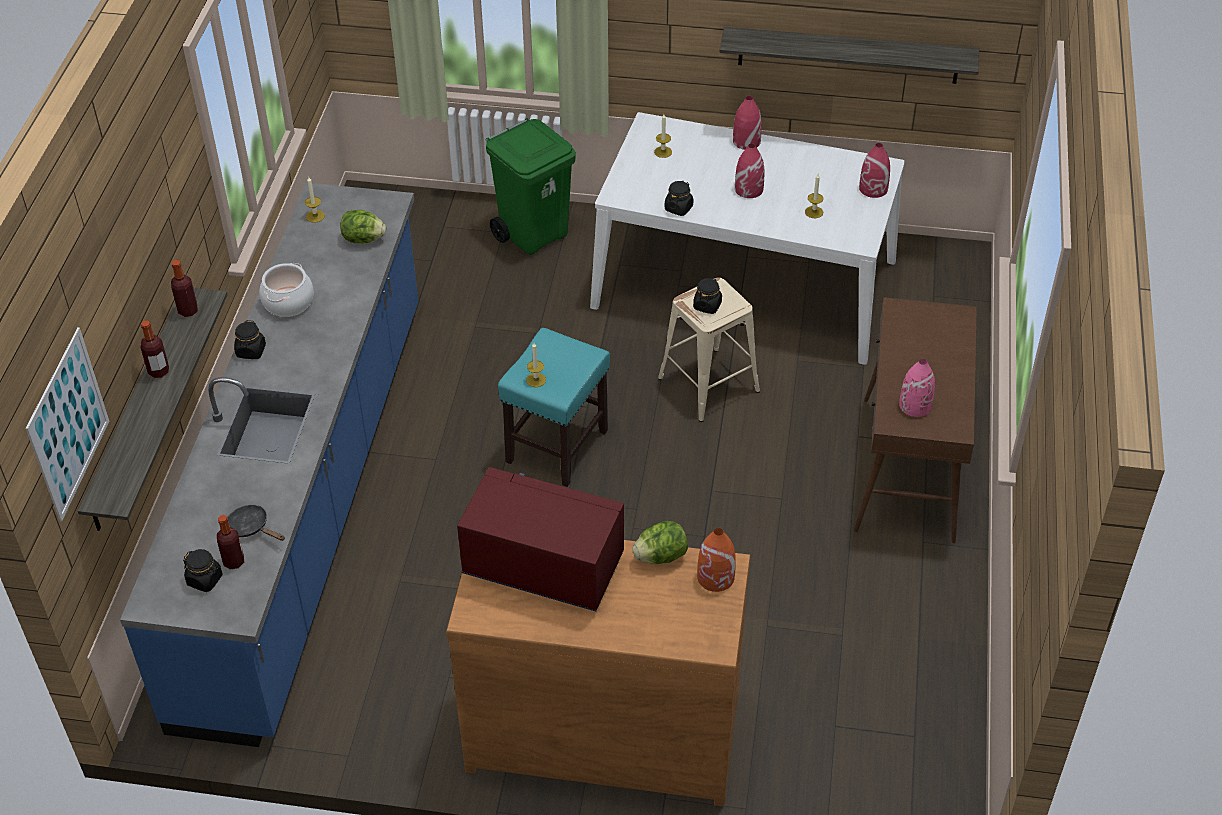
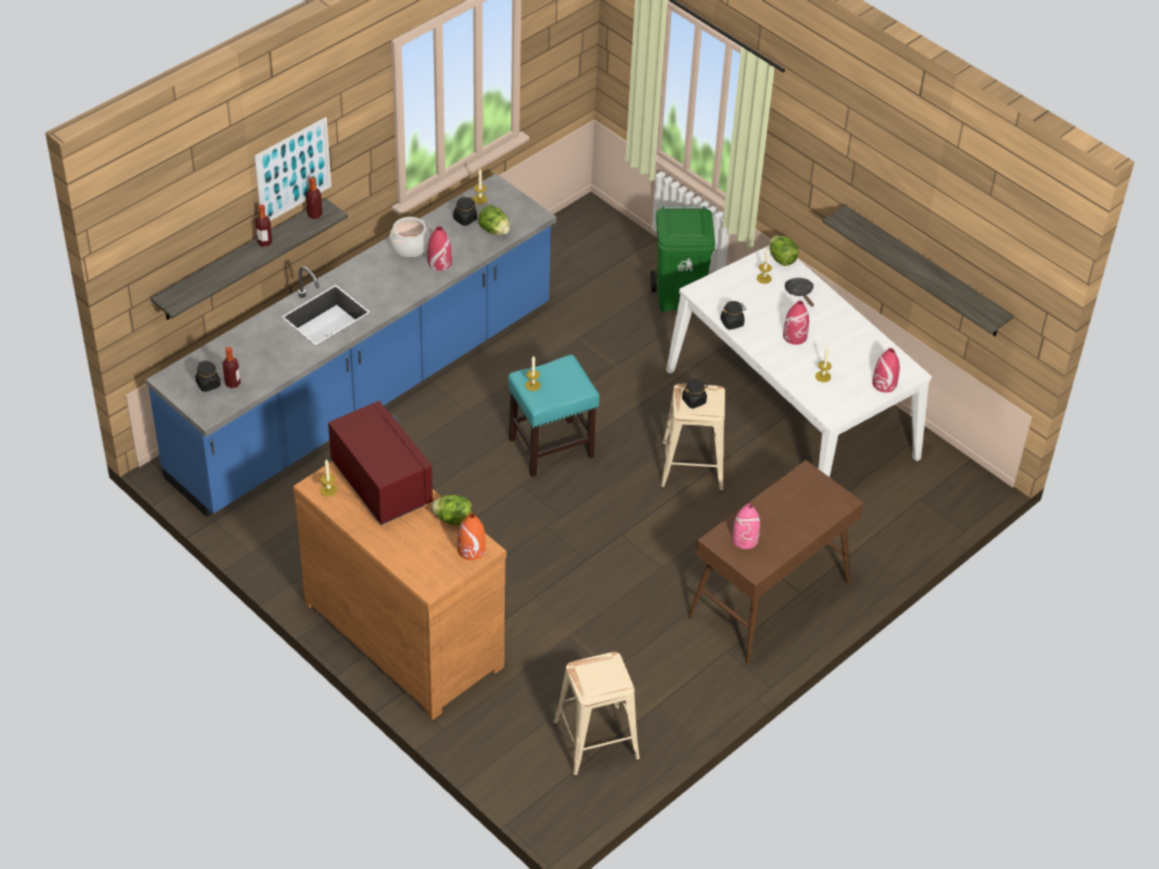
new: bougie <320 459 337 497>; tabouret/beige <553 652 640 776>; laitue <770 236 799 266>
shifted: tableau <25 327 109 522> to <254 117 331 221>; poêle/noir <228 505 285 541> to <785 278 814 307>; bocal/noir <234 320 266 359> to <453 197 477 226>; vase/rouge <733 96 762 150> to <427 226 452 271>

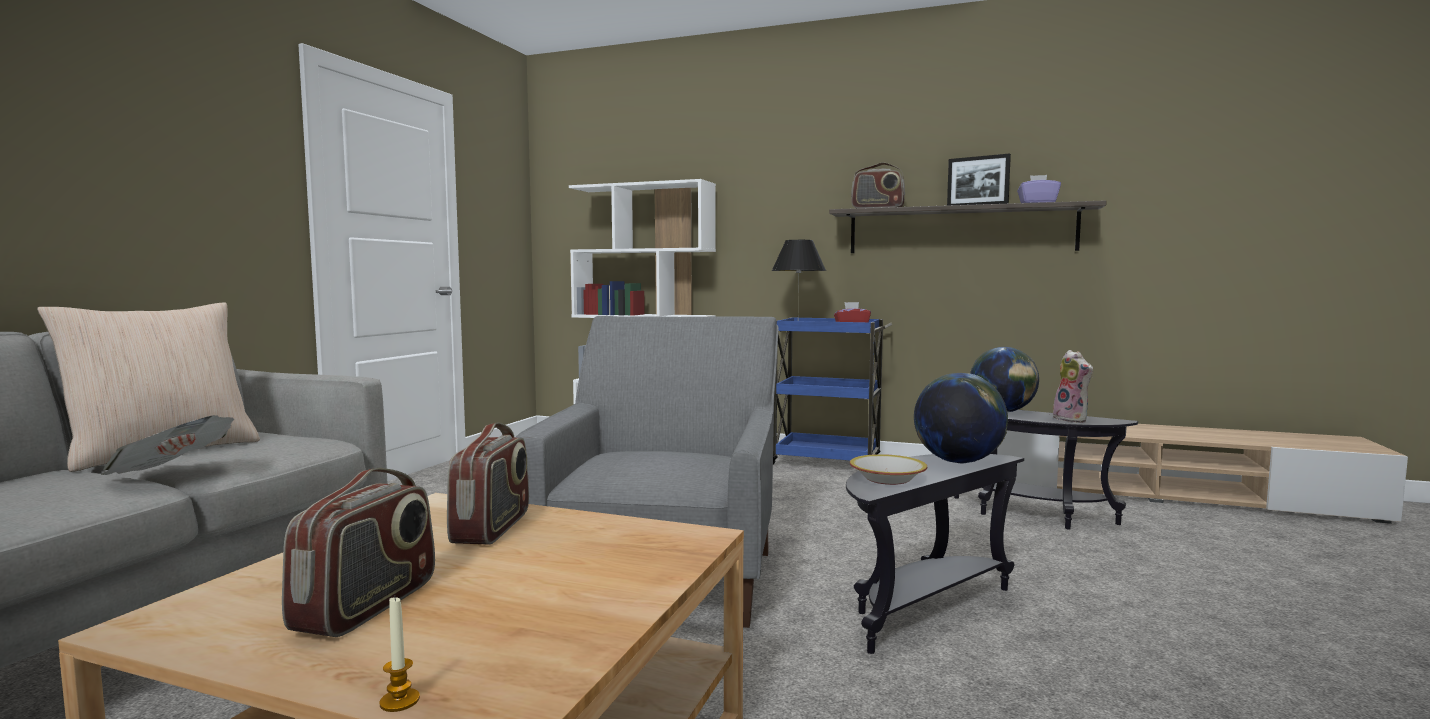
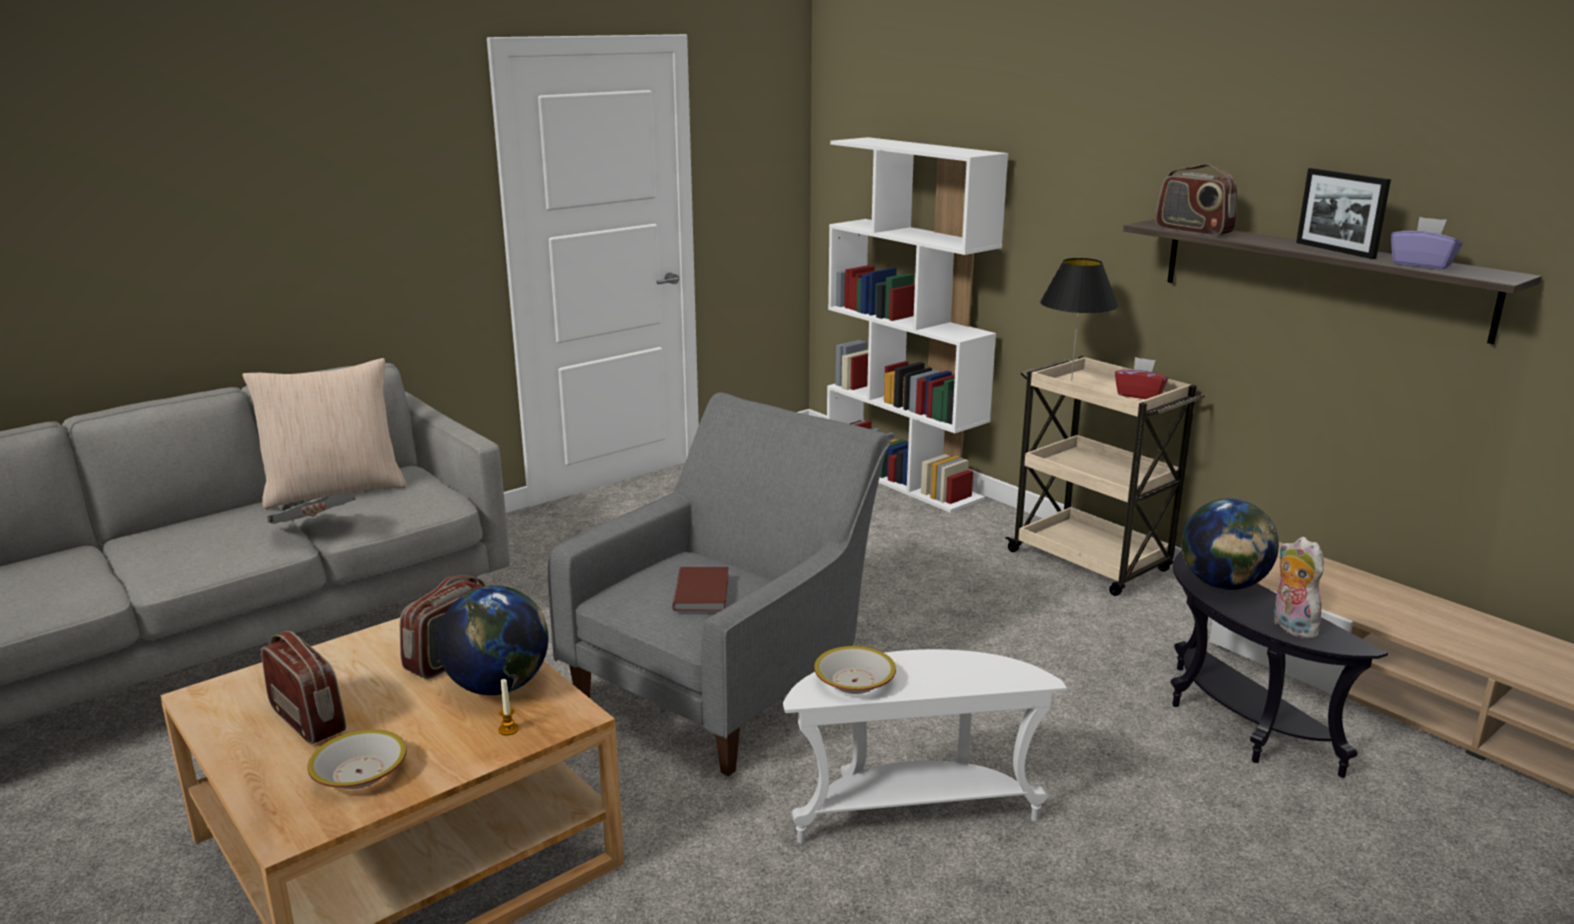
new: bol <308 729 407 789>; livre/marron <672 567 729 611>
shifted: bougie <380 597 420 712> to <498 678 519 736>; globe <914 373 1008 464> to <437 585 549 695>
repainted: chariot/bleu <773 317 892 465> to chariot/beige <1005 356 1205 596>; table d'appoint/noir <846 454 1024 654> to table d'appoint/blanc <783 649 1067 843>
rotated: radio <282 468 435 637> = <261 631 346 745> 90 degrees counterclockwise; peluche <1053 350 1093 423> = <1274 537 1324 639> 150 degrees clockwise

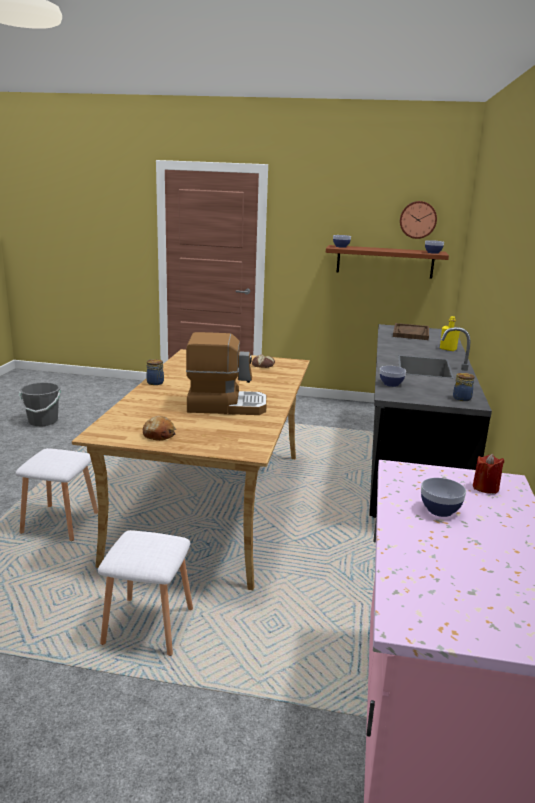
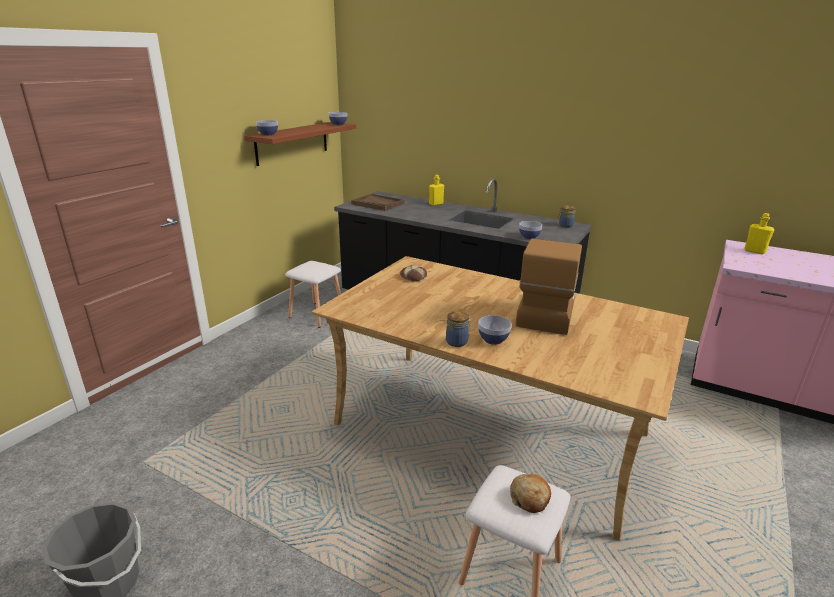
gone: horloge murale <400 201 437 239>
shifted: tabouret/blanc <98 530 193 656> to <285 261 341 328>; pain <143 416 176 441> to <510 474 551 513>; bol <421 478 466 517> to <478 315 512 345>
swapped: bougie/rouge <473 454 504 494> to bouteille/jaune <744 213 774 254>

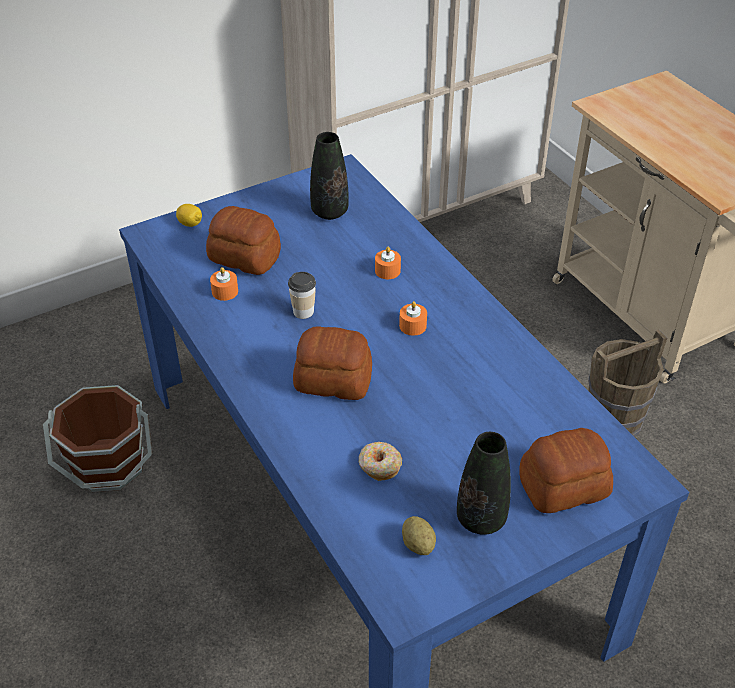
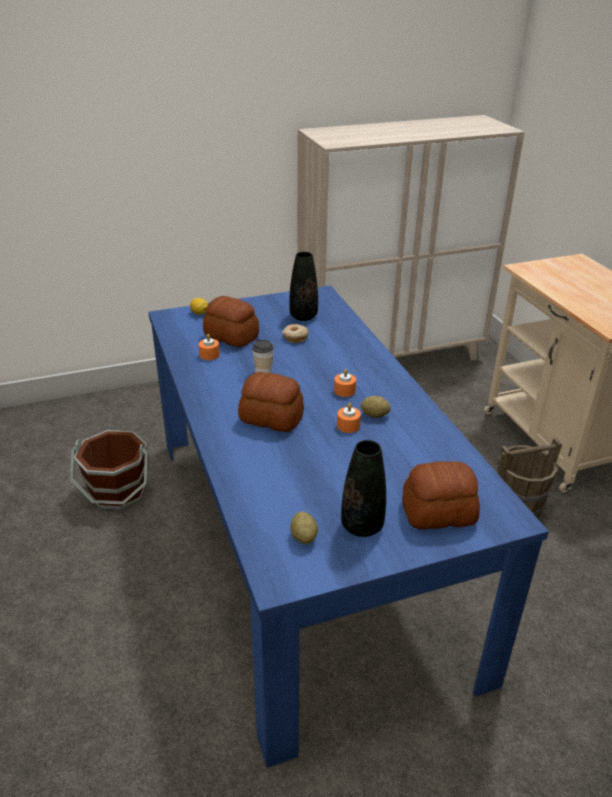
new: pomme de terre <361 396 391 418>
shifted: beignet <359 442 402 481> to <282 324 309 343>; bougie/orange <375 247 401 279> to <337 403 361 433>

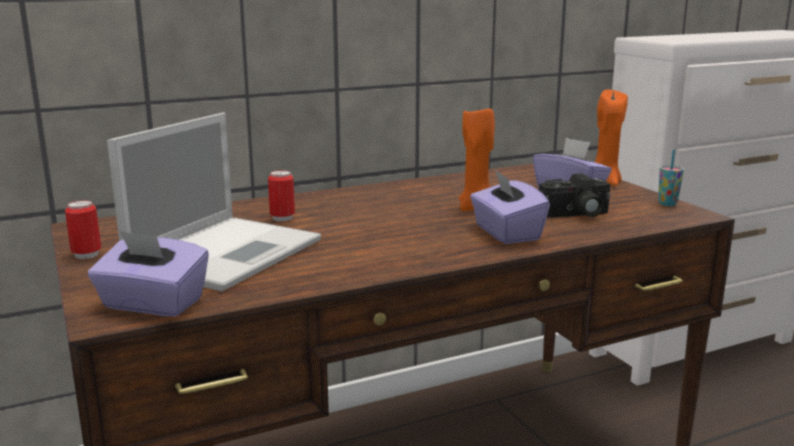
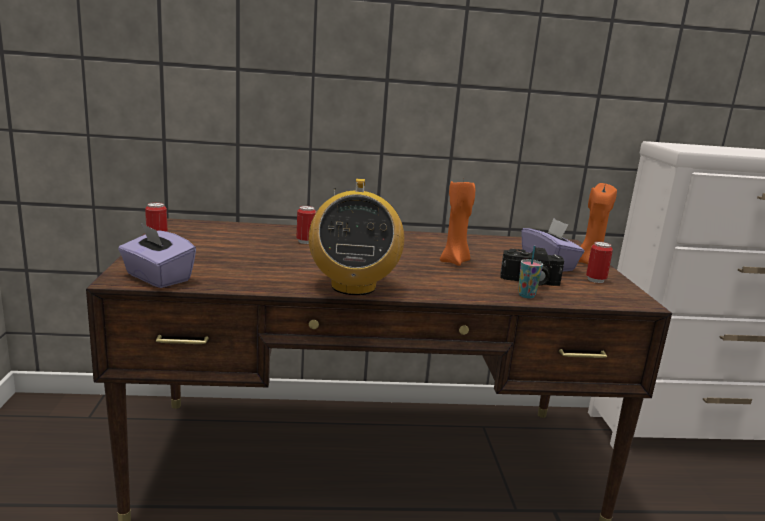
gone: ordinateur portable <107 112 321 292>; boîte à mouchoirs/violet <470 170 550 244>
new: radio <309 179 404 295>; boîte métallique <586 241 613 283>
shifted: tasse <658 149 684 206> to <518 245 543 299>

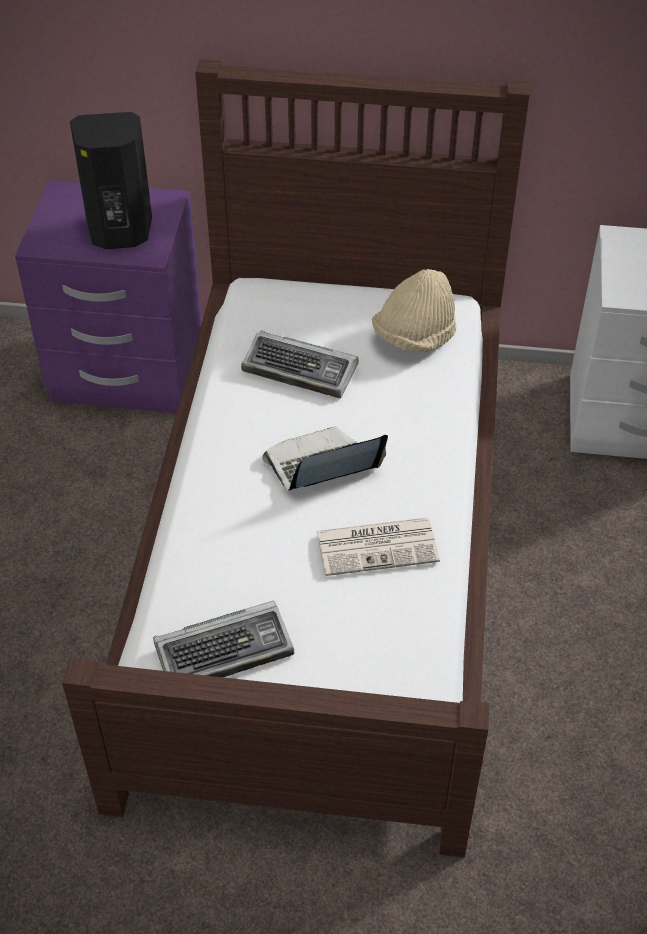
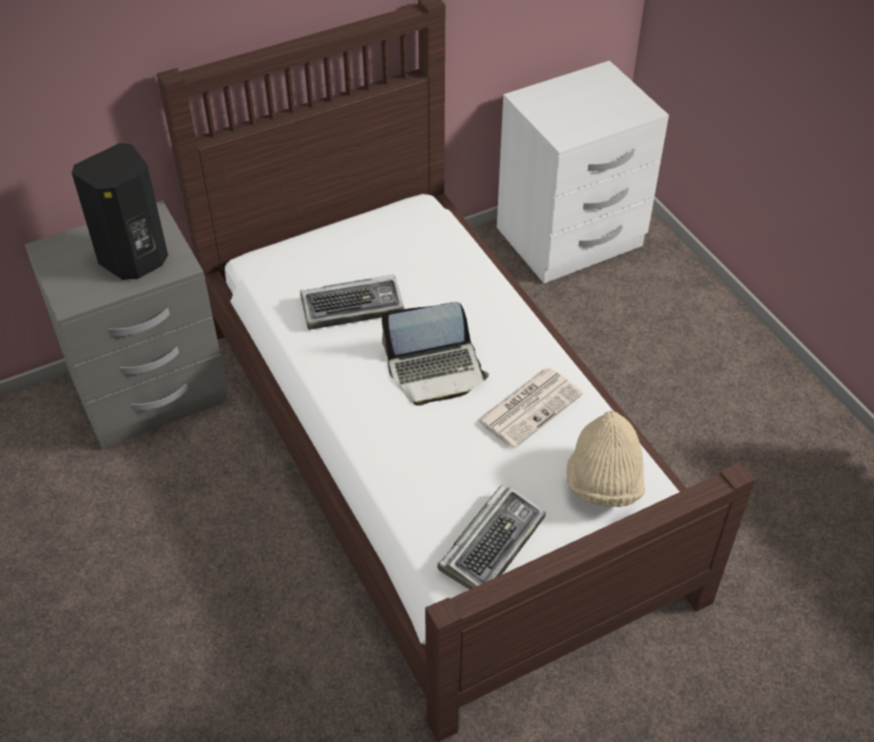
shifted: chapeau/beige <372 269 456 353> to <566 411 645 507>
repainted: table de chevet/violet <15 180 202 413> to table de chevet/gris <24 200 229 449>
rotated: ordinateur portable <262 426 388 491> = <381 302 489 406> 135 degrees counterclockwise

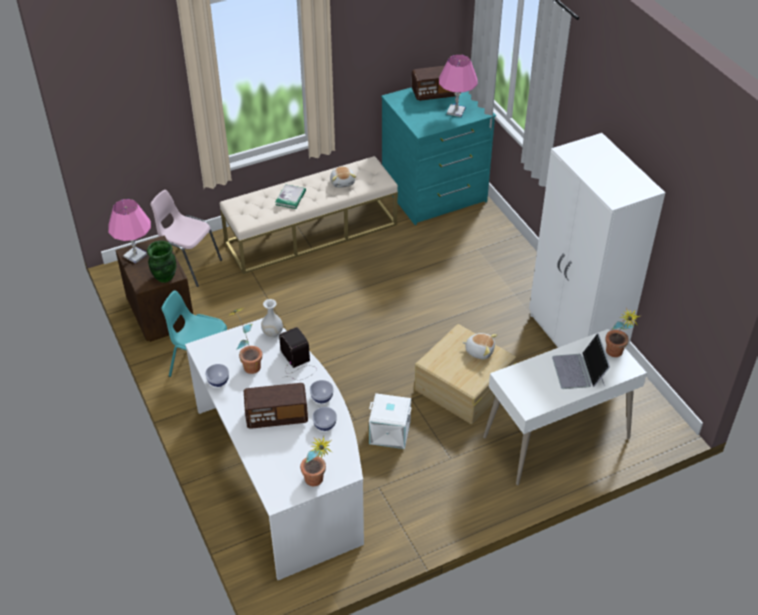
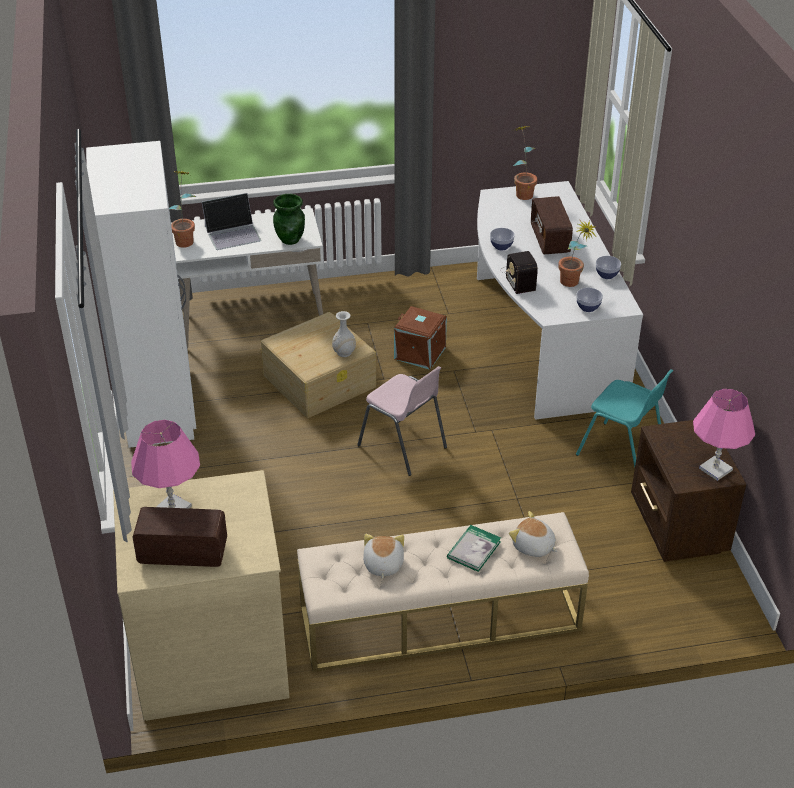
shifted: vase/vert <147 241 176 283> to <273 194 305 245>; chaise/rose <150 190 222 287> to <357 366 447 476>; vase/blanc <261 299 283 338> to <332 311 356 357>; bol <312 407 337 431> to <576 288 603 312>; peluche <462 333 497 359> to <509 511 557 557>
repainted: boîte de rangement/blanc <369 393 412 449> to boîte de rangement/marron <394 306 447 370>; commode/turquoise <381 87 497 225> to commode/beige <113 470 290 721>
rotated: radio <244 383 308 429> = <531 196 573 254> 105 degrees counterclockwise; ordinateur portable <552 333 610 389> = <202 193 261 250> 60 degrees clockwise

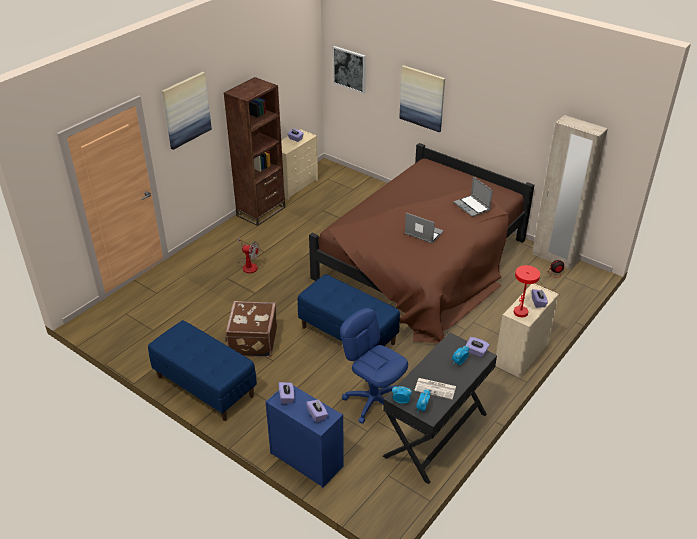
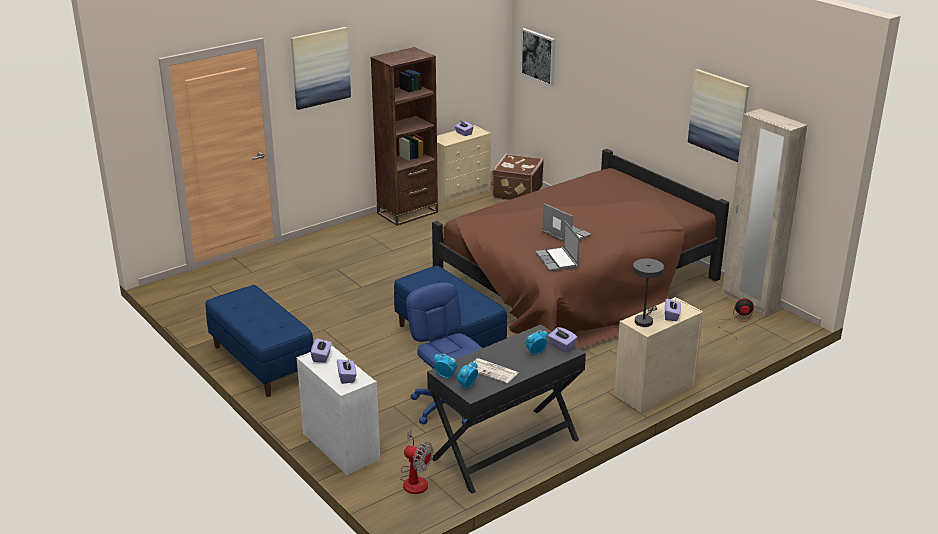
shifted: valise/marron <225 301 277 357> to <491 154 544 200>; ventilateur <238 237 259 273> to <400 430 434 494>; tableau <399 65 445 132> to <688 69 749 162>; ordinateur portable <454 176 493 217> to <535 220 580 271>
repainted: commode/bleu <266 382 344 488> to commode/blanc <297 345 381 475>; lampe de table/rouge <514 265 540 317> to lampe de table/gris <633 258 664 327>

